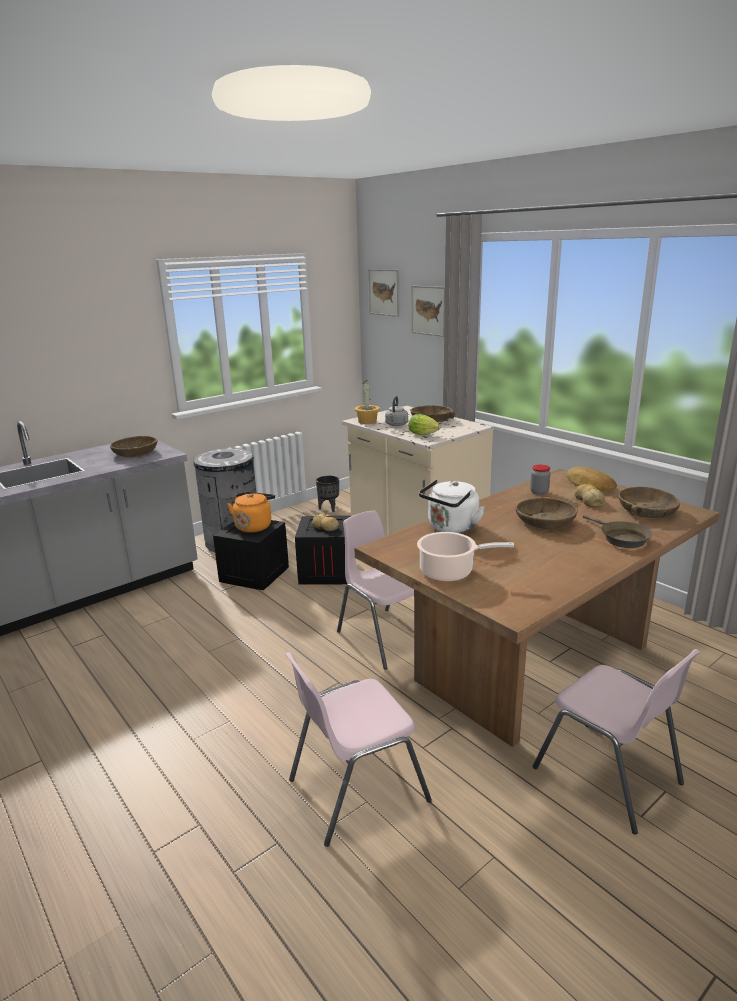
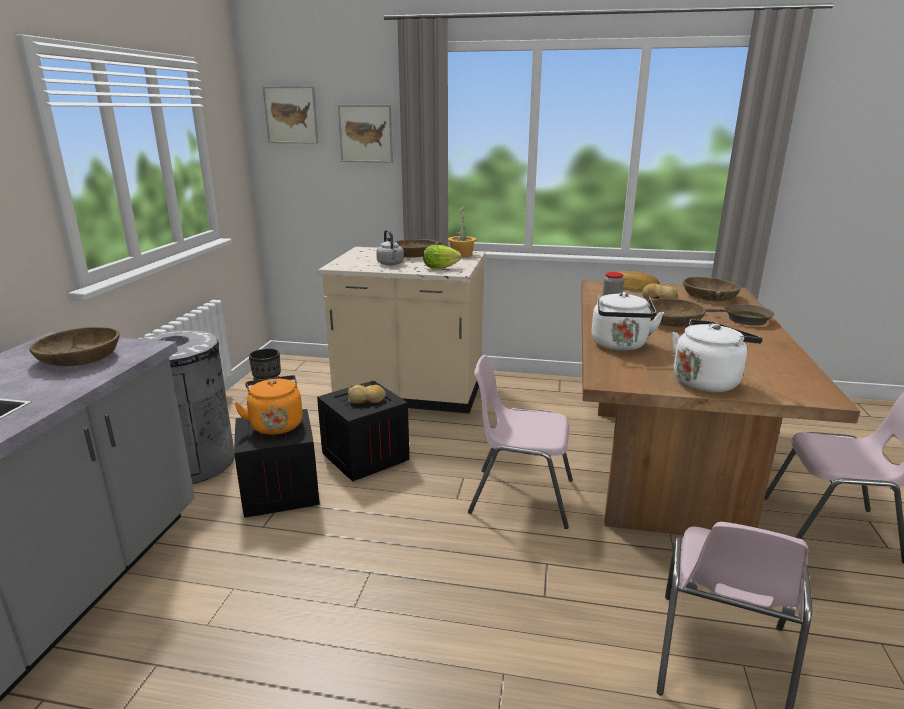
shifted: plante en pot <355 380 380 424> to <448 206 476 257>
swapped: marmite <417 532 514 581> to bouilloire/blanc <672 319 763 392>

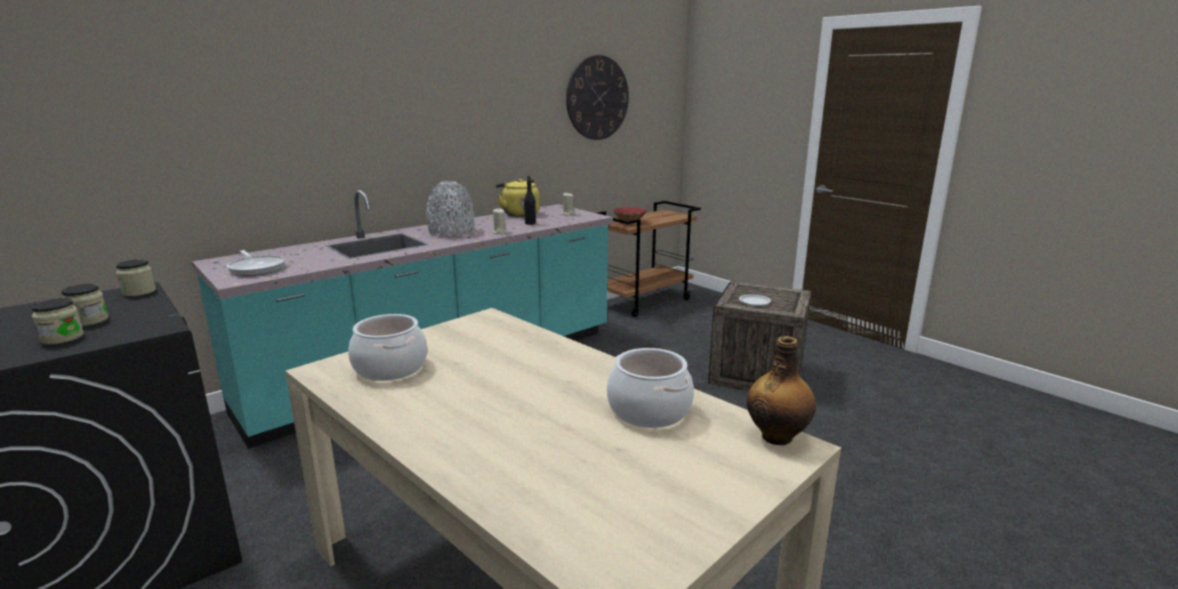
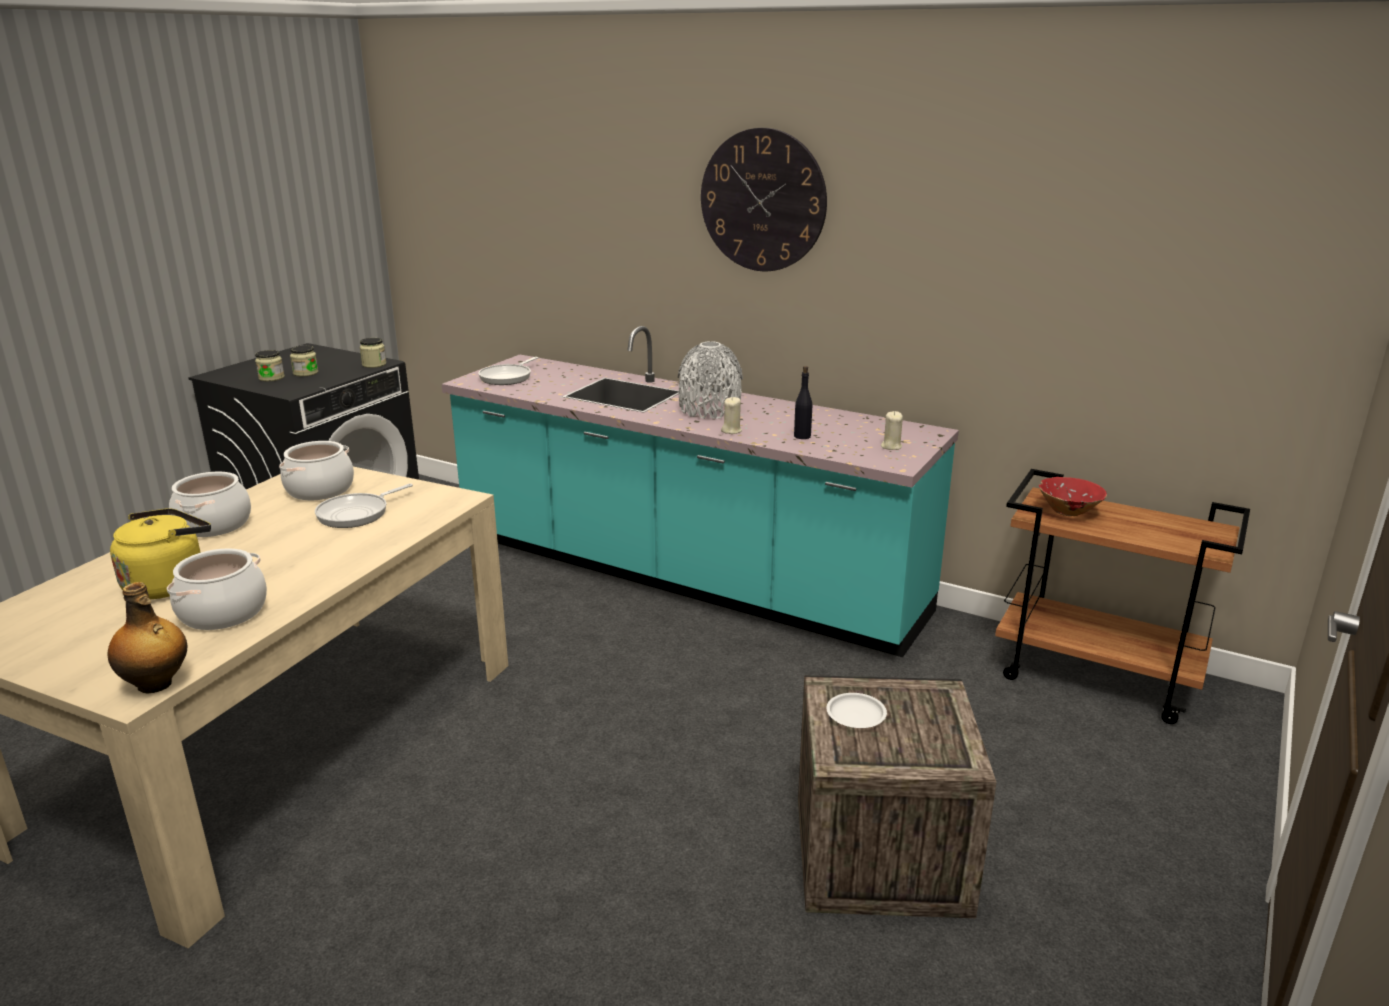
new: marmite <169 471 251 537>; poêle <315 484 413 528>
shifted: bouilloire/jaune <496 179 540 217> to <110 508 211 599>; horloge murale <566 55 629 140> to <701 128 827 271>

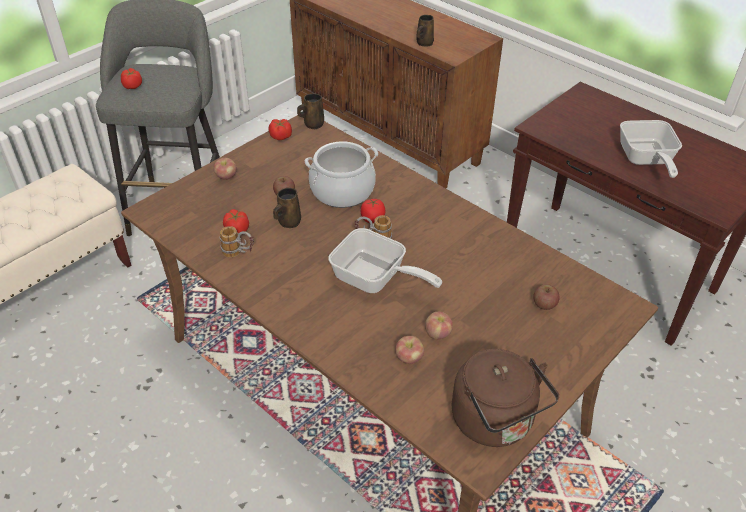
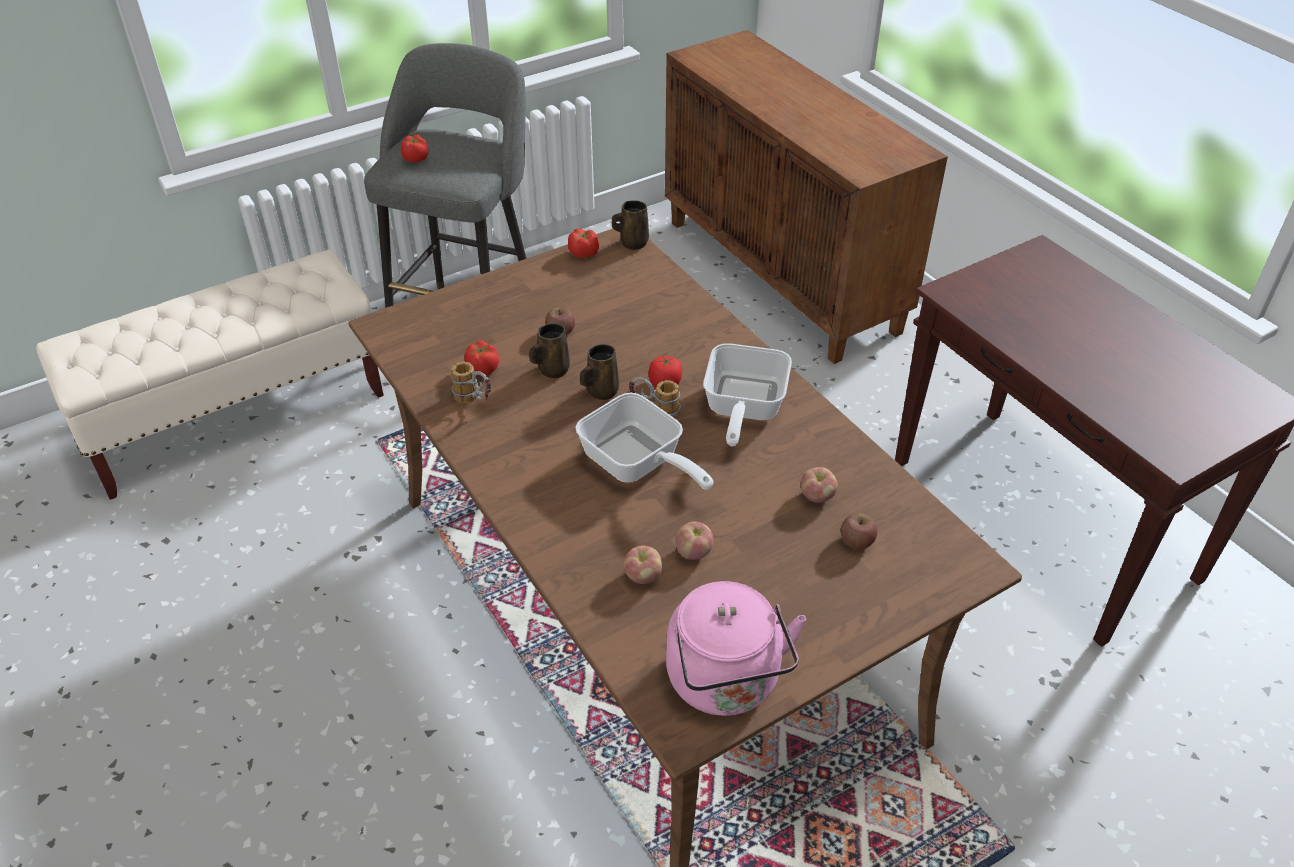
gone: marmite <305 141 378 208>
shifted: pomme <214 158 237 180> to <800 467 838 503>; mug/marron <416 15 434 46> to <580 344 619 400>; poêle <620 120 682 178> to <703 343 792 446>
repainted: bouilloire/marron <452 349 559 447> to bouilloire/rose <666 581 806 716>

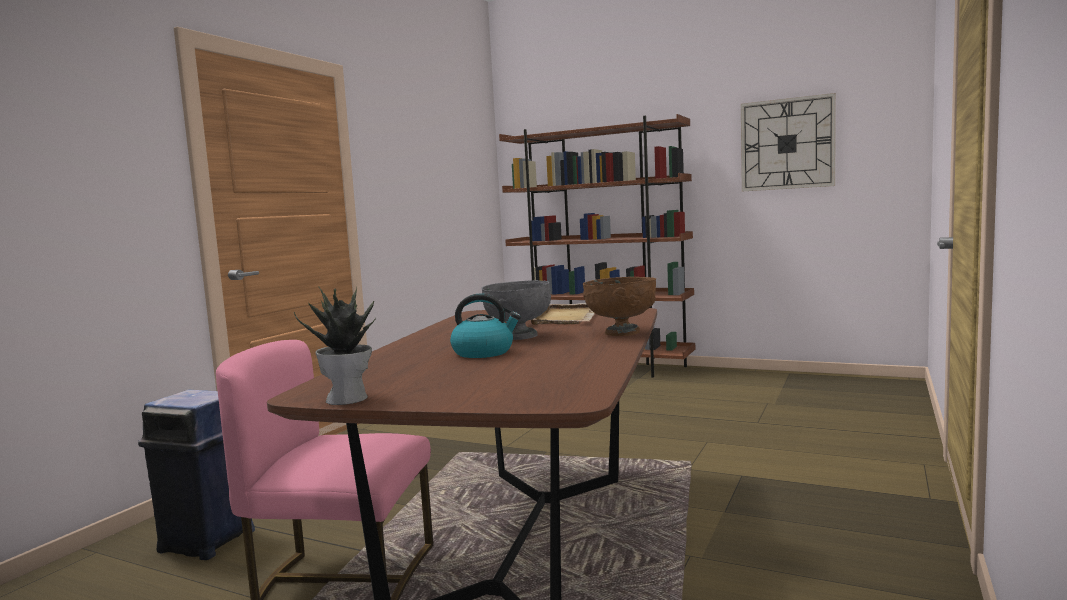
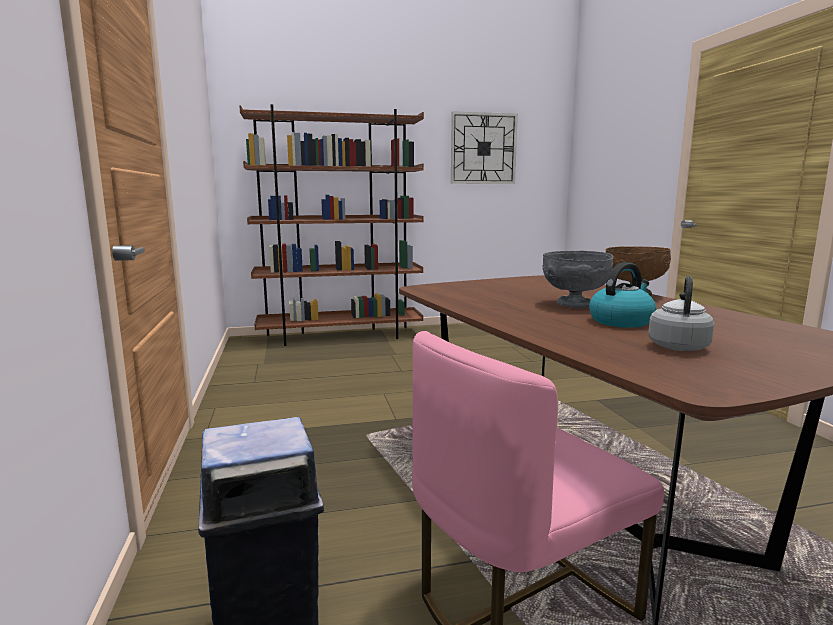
gone: plante en pot <294 287 376 405>; plateau/beige <531 303 594 325>
new: bouilloire/gris <648 276 715 351>

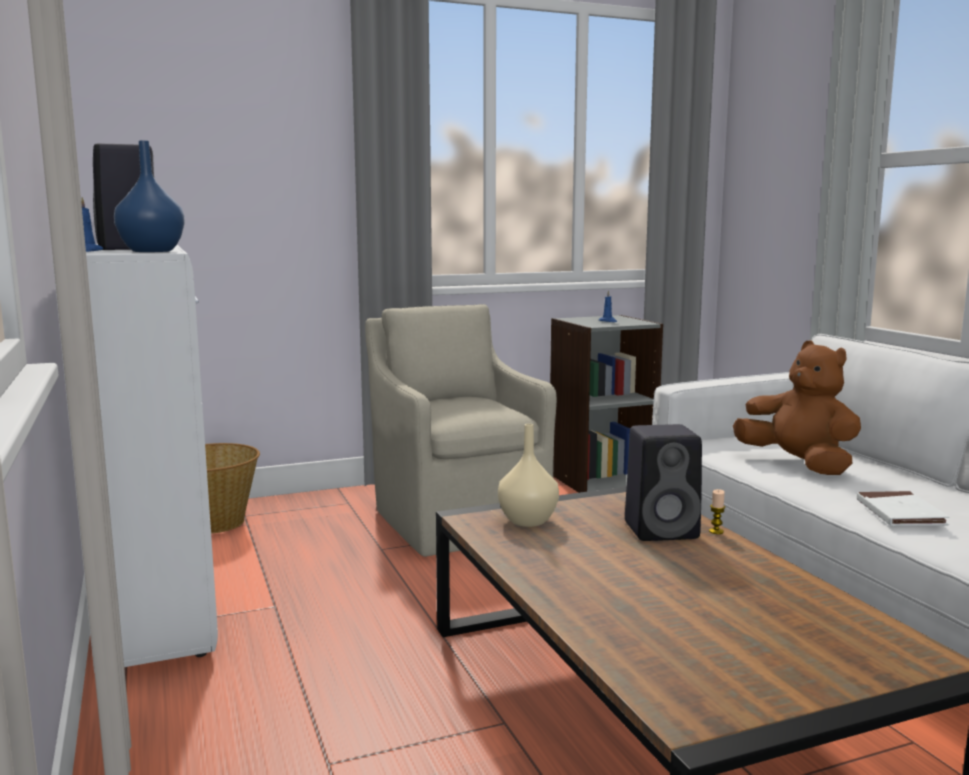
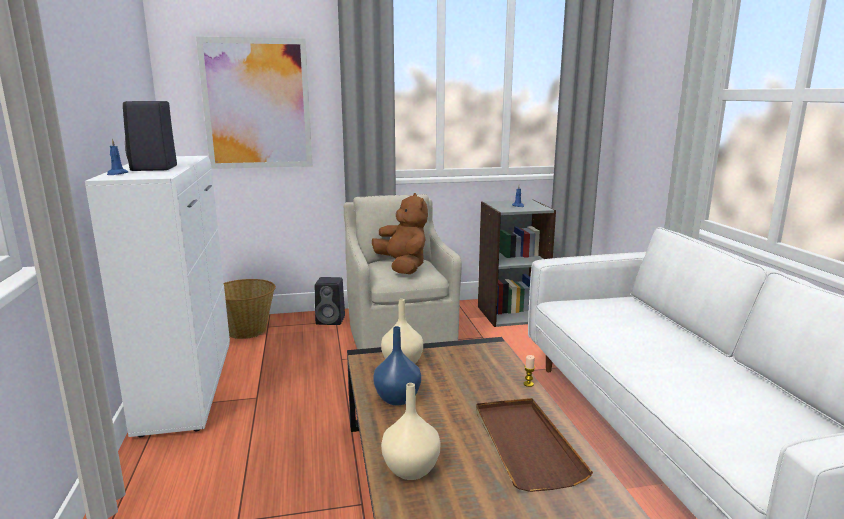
gone: livre/blanc <857 491 950 526>
new: tableau <196 36 312 169>; vase/beige <381 383 441 480>; plateau/marron <476 398 593 492>
shifted: vase/bleu <114 141 185 252> to <373 326 421 405>; enceinte/noir <625 424 702 541> to <315 277 345 325>; peluche/marron <733 340 861 475> to <372 193 428 274>

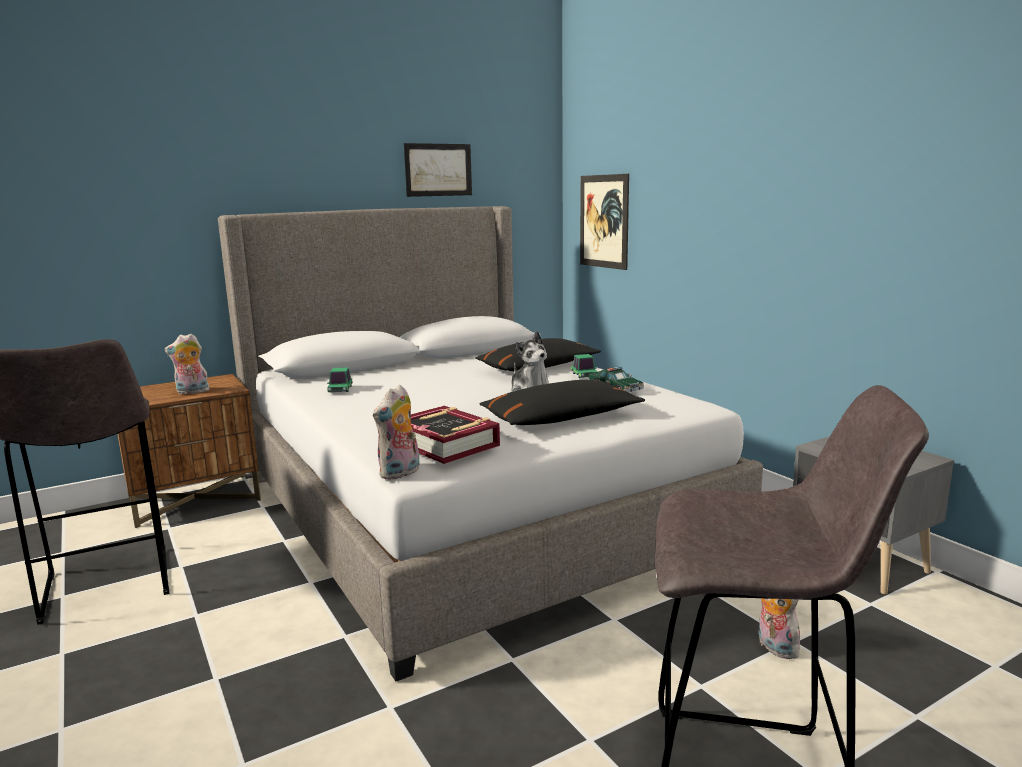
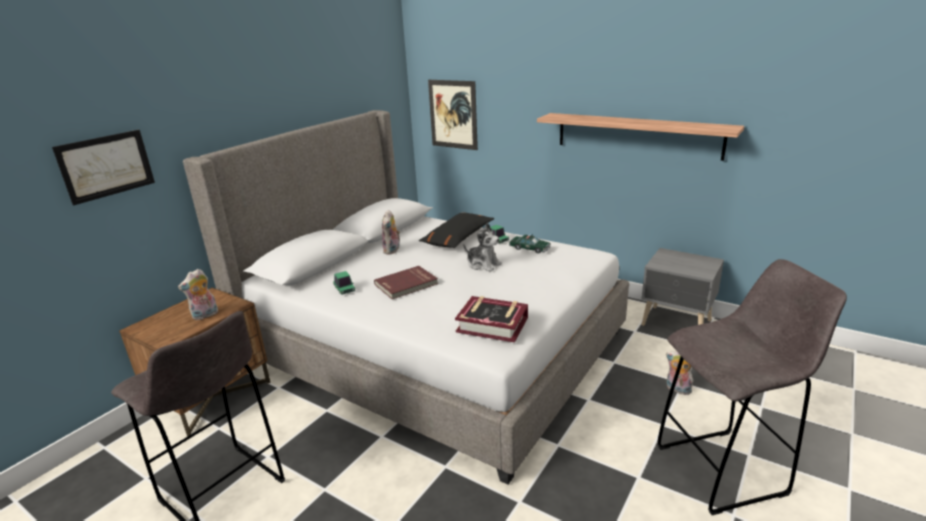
gone: coussin/noir <479 380 645 425>
new: livre/rouge <374 266 438 299>; étagère <537 113 744 161>
shifted: peluche <373 385 420 480> to <382 210 400 254>; tableau <404 143 472 197> to <52 130 155 205>

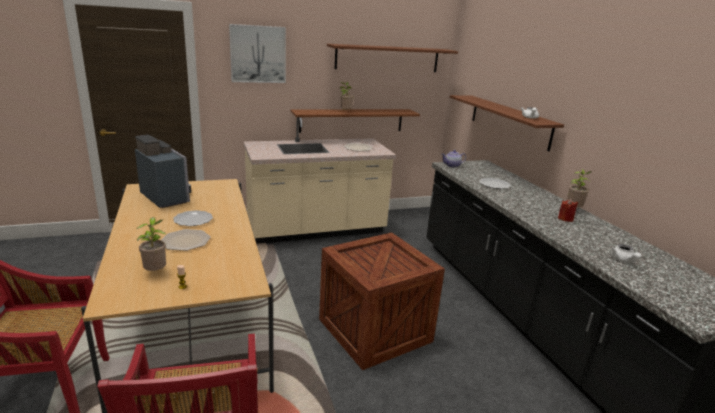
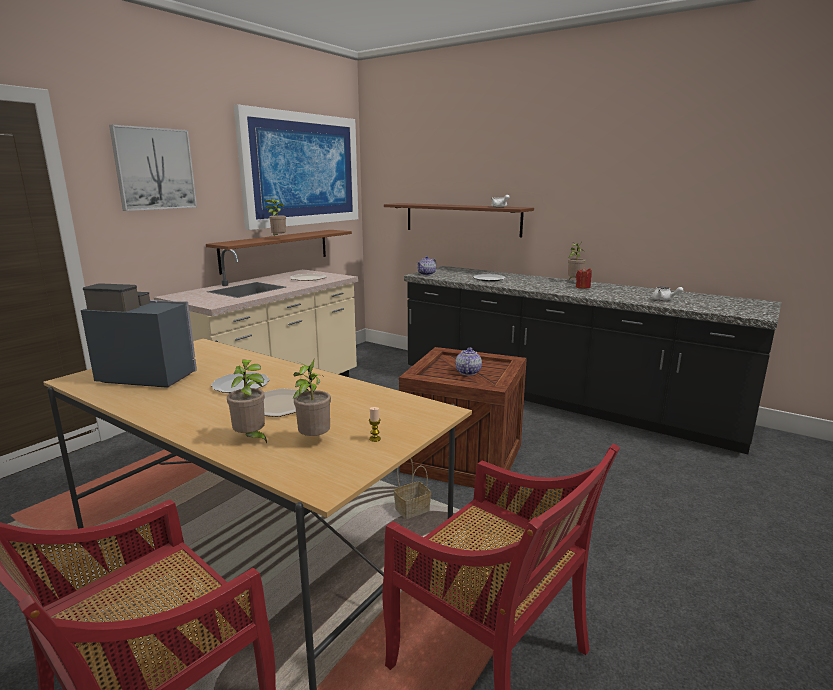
new: plante en pot <227 359 267 443>; panier <394 458 431 519>; théière <455 348 482 375>
swapped: étagère/marron <327 44 458 72> to tableau <234 105 358 230>

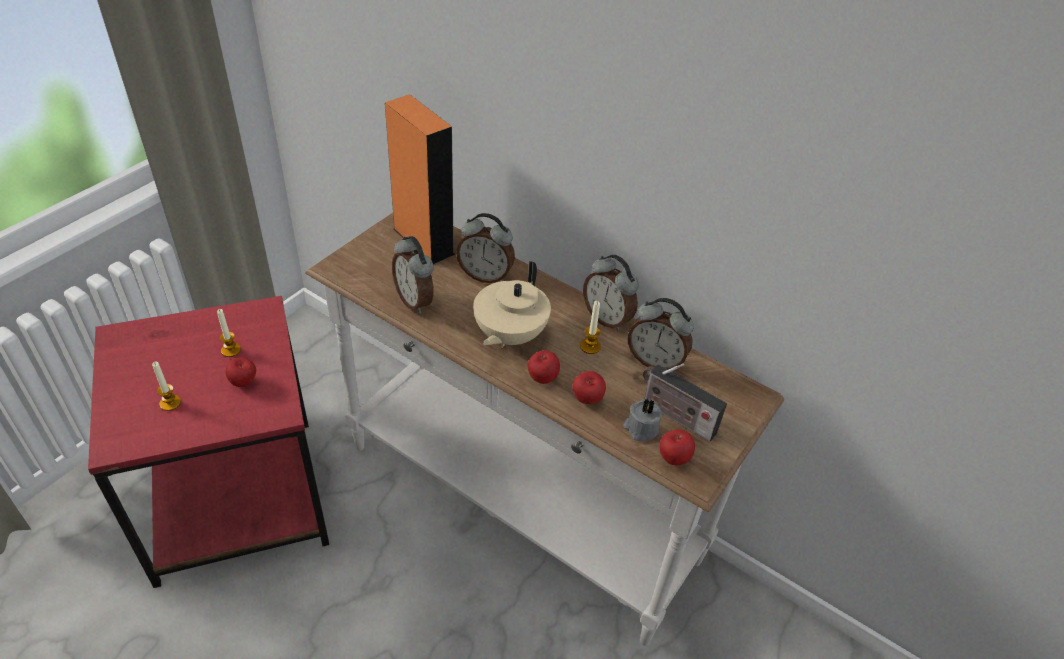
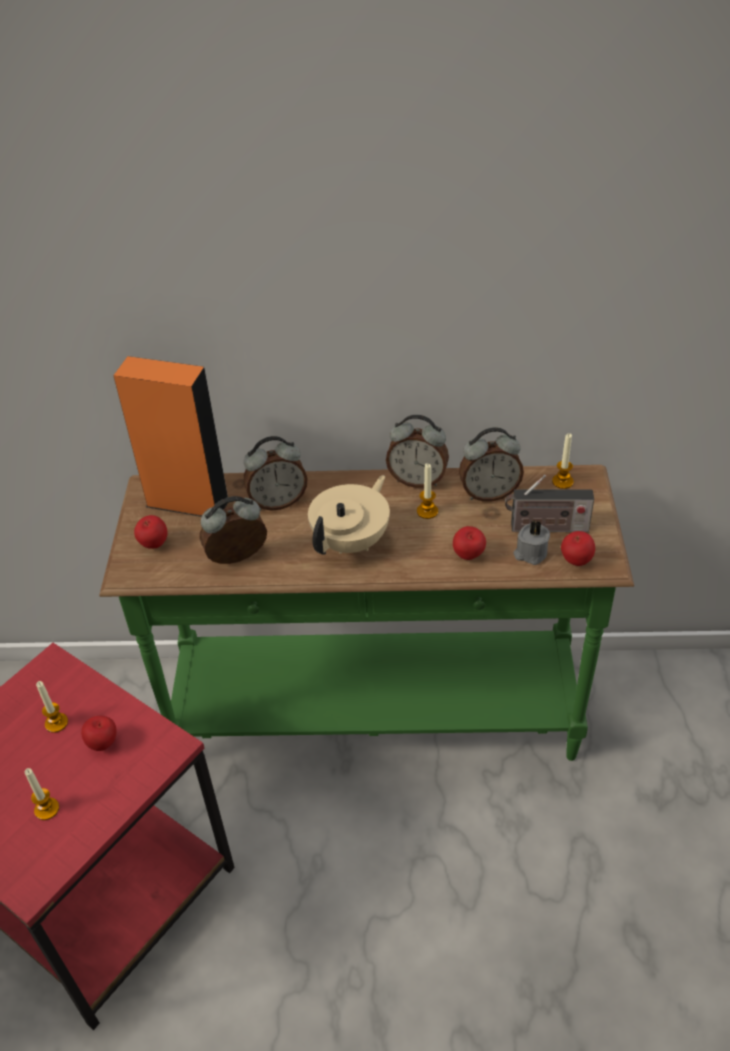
new: bougie <552 433 574 489>
shifted: pomme <528 350 560 384> to <134 515 168 549>
repainted: table console/blanc <305 213 784 646> to table console/vert <99 465 634 761>
rotated: réveil <392 236 434 314> = <199 496 267 564> 135 degrees clockwise; théière/beige <473 261 551 348> = <308 475 390 555> 135 degrees counterclockwise

